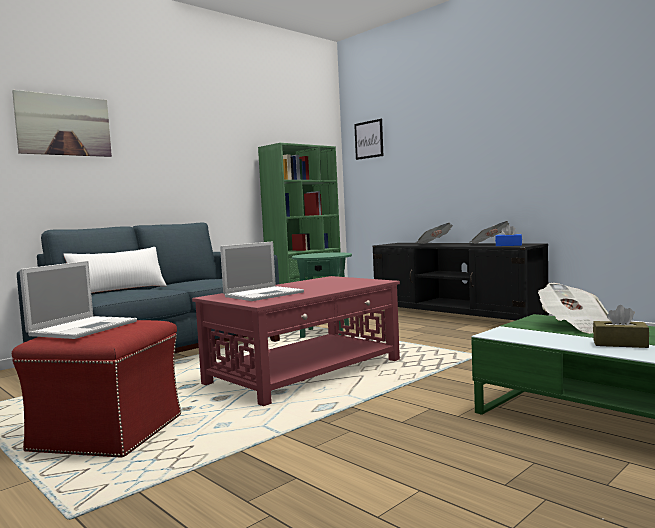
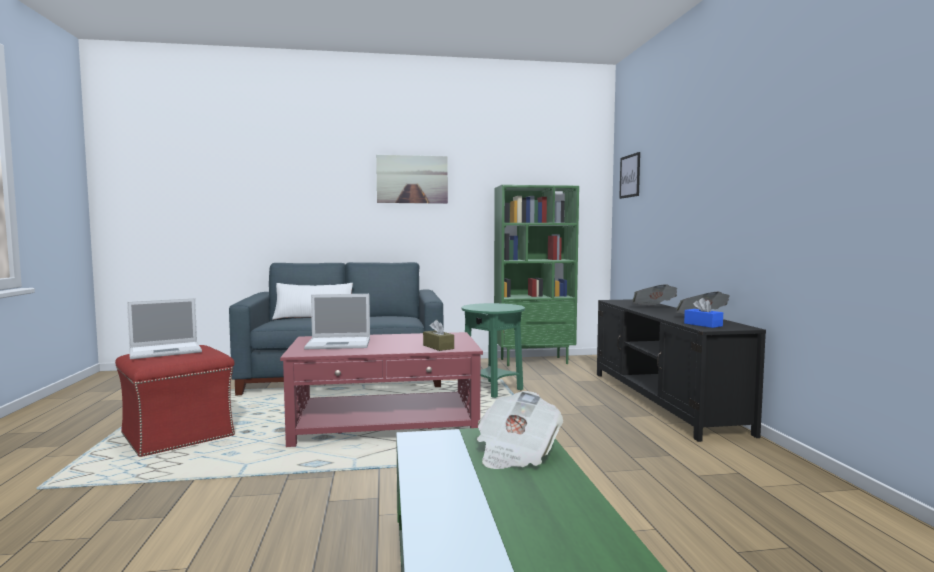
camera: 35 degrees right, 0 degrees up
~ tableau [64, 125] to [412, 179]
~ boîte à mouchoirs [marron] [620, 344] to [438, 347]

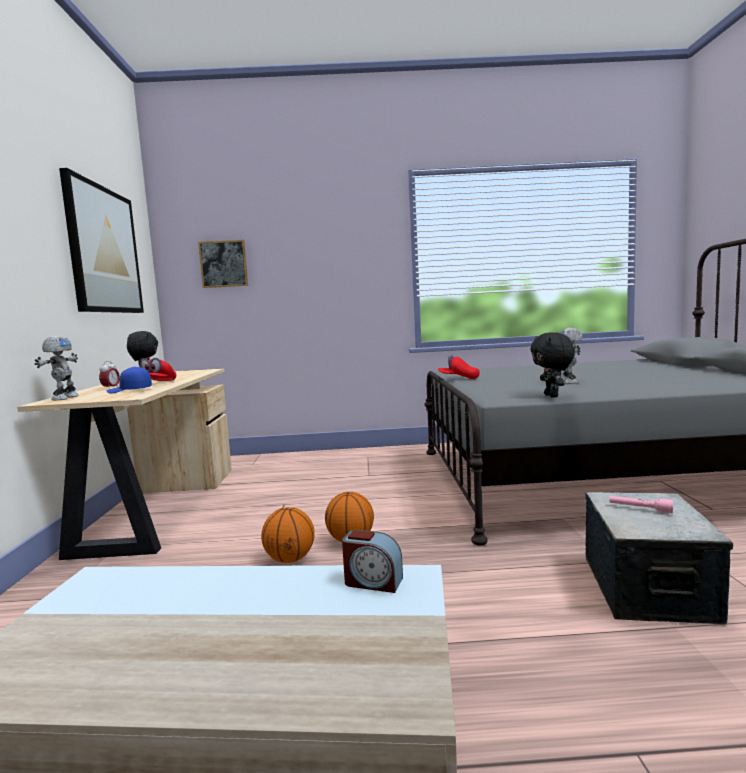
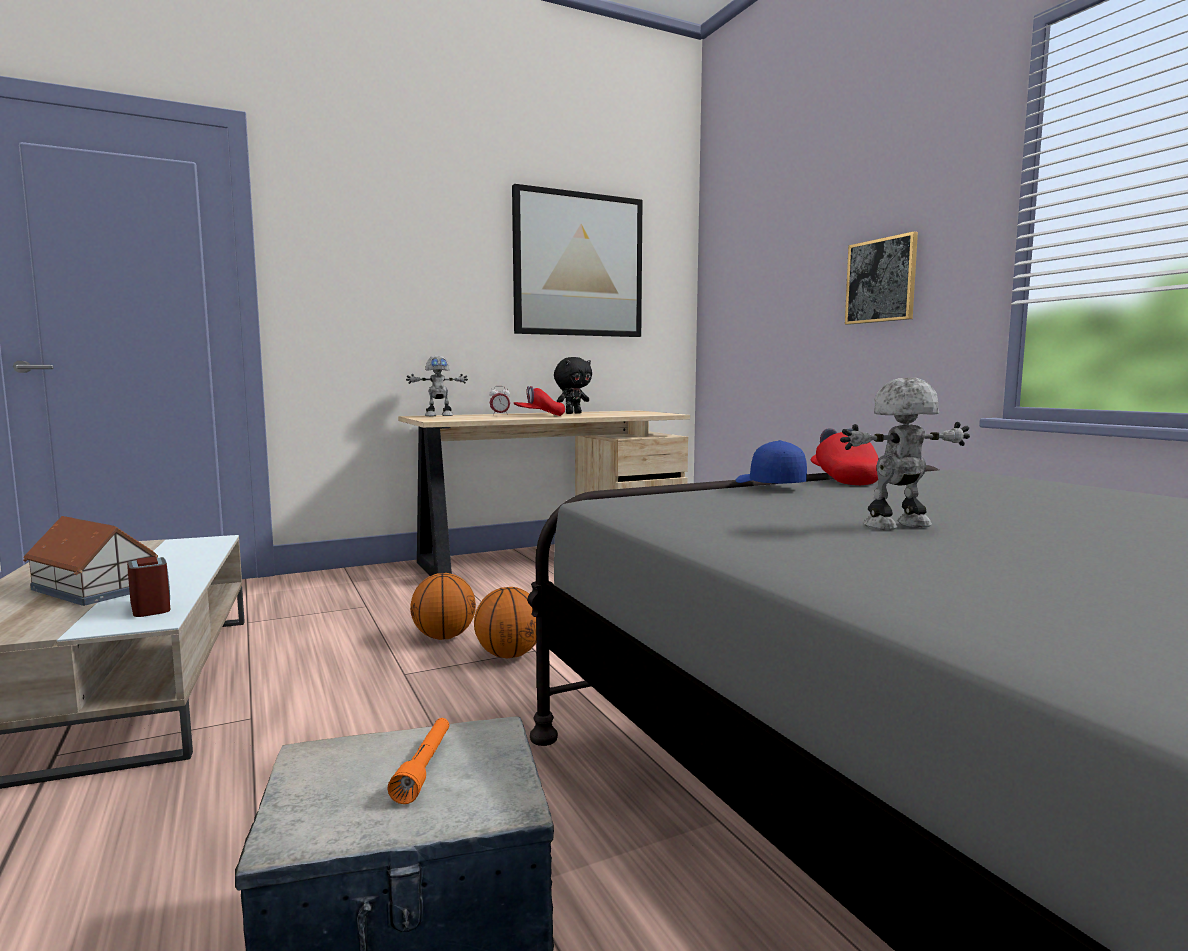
camera: 65 degrees right, 0 degrees up
~ tableau [223, 264] to [881, 280]
- peluche [noir] [552, 396]
~ casquette [bleu] [129, 391] to [768, 484]
~ lampe de poche [rose] [640, 509] to lampe de poche [orange] [424, 768]
~ réveil [373, 582] = [151, 607] 150 degrees clockwise
+ maison miniature [94, 588]

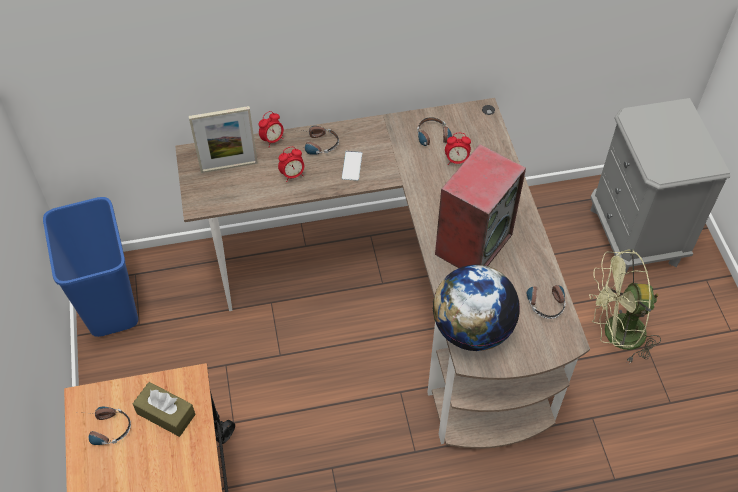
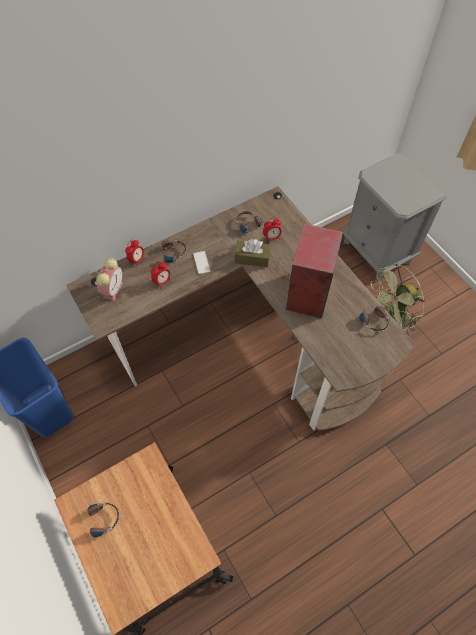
camera: 20 degrees left, 5 degrees up
~ cadre photo [229, 167] to réveil [113, 289]
- globe [471, 329]
~ boîte à mouchoirs [marron] [166, 414] to [252, 258]

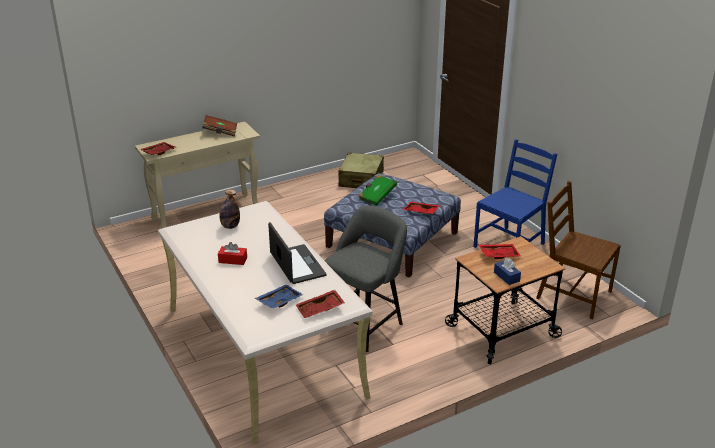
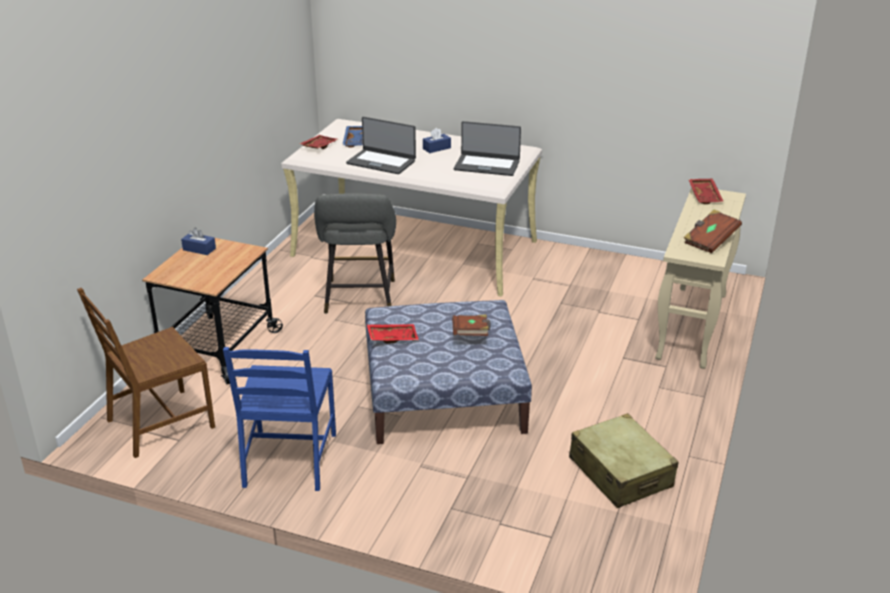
camera: 140 degrees right, 0 degrees up
~ livre [vert] [377, 196] to livre [marron] [471, 335]
~ chaise [marron] [573, 295] = [159, 423] 150 degrees clockwise
~ bouteille [230, 226] to ordinateur portable [487, 165]
~ boîte à mouchoirs [rouge] [233, 260] to boîte à mouchoirs [bleu] [436, 148]
- plateau [rouge] [498, 254]

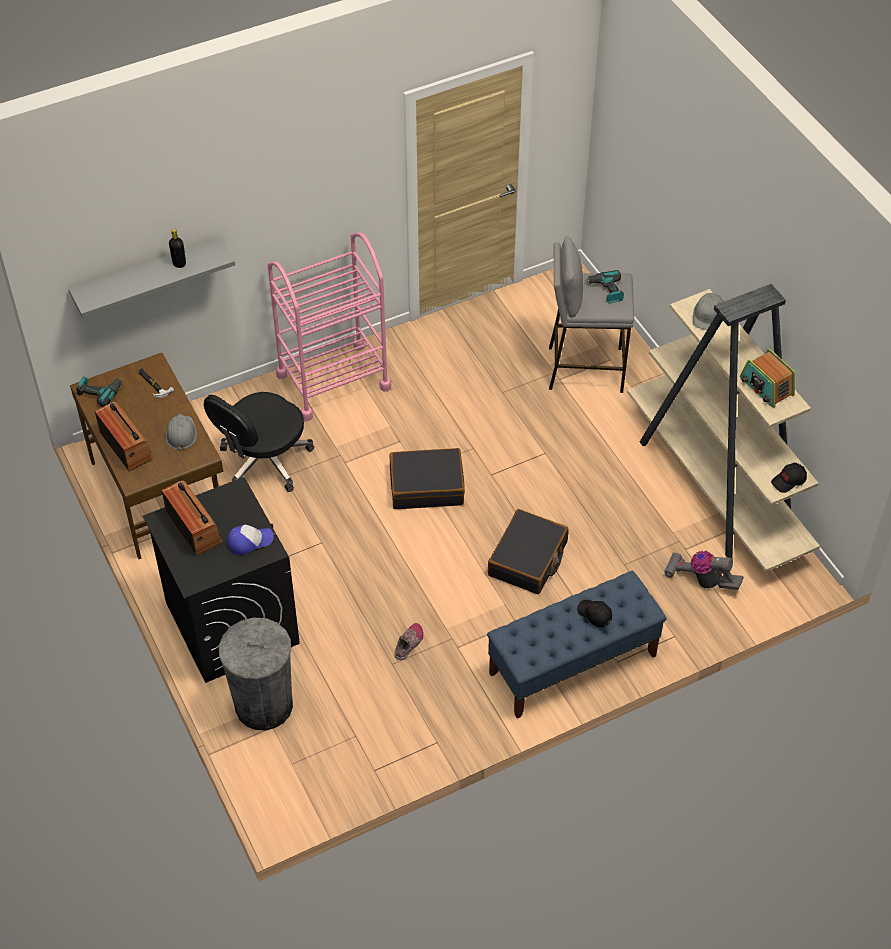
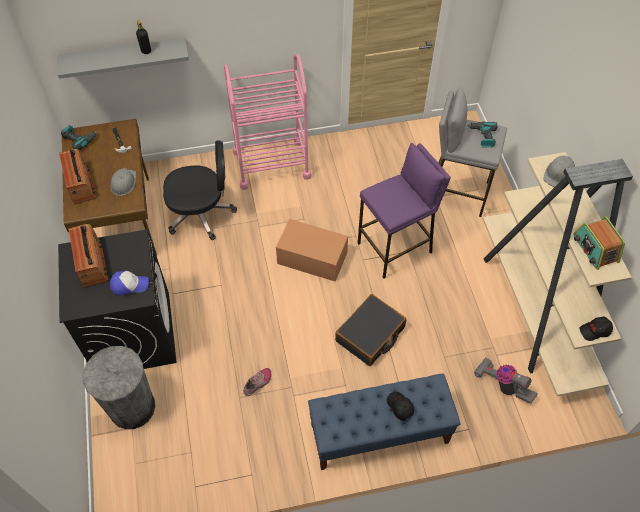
camera: 15 degrees right, 5 degrees up
~ chaise de bureau [noir] [263, 462] = [202, 213] 150 degrees counterclockwise
~ valise [noir] [426, 486] to carton [312, 258]
+ tabouret [violet] [395, 248]

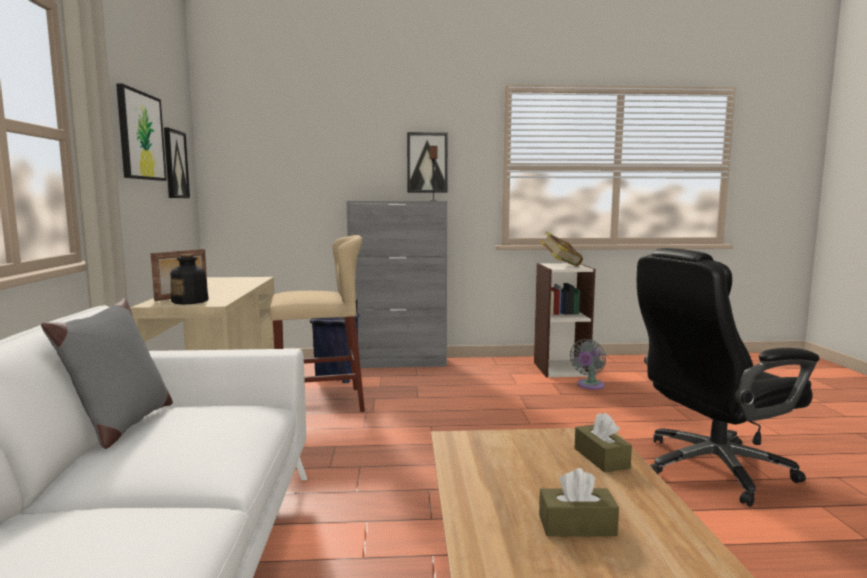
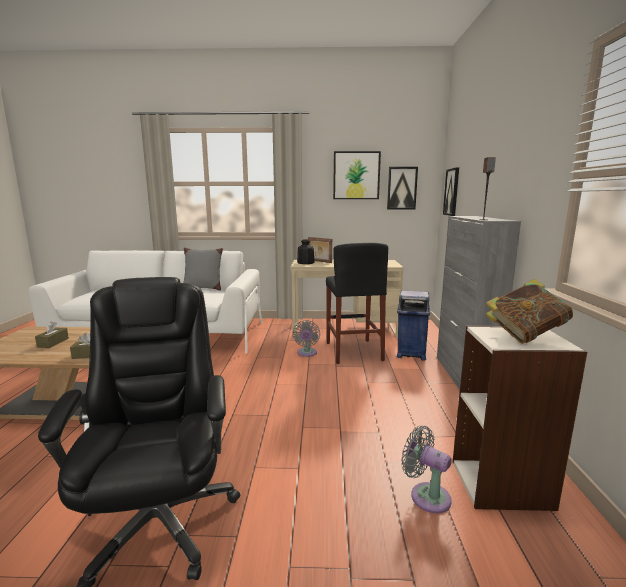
camera: 95 degrees right, 5 degrees up
~ tableau [427, 162] to [452, 192]
~ tabouret [beige] [320, 402] to tabouret [noir] [353, 351]
+ ventilateur [gris] [306, 353]

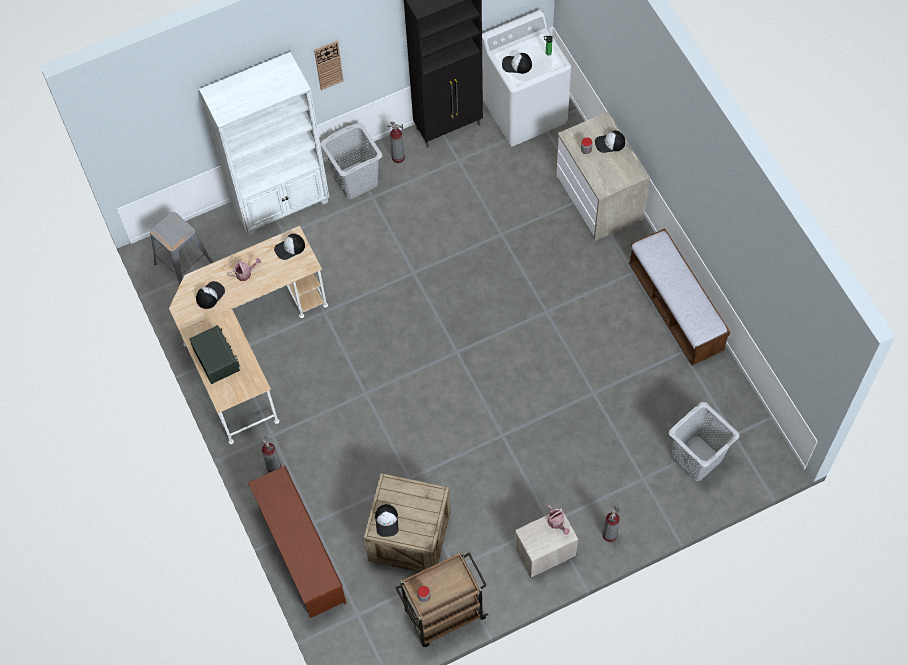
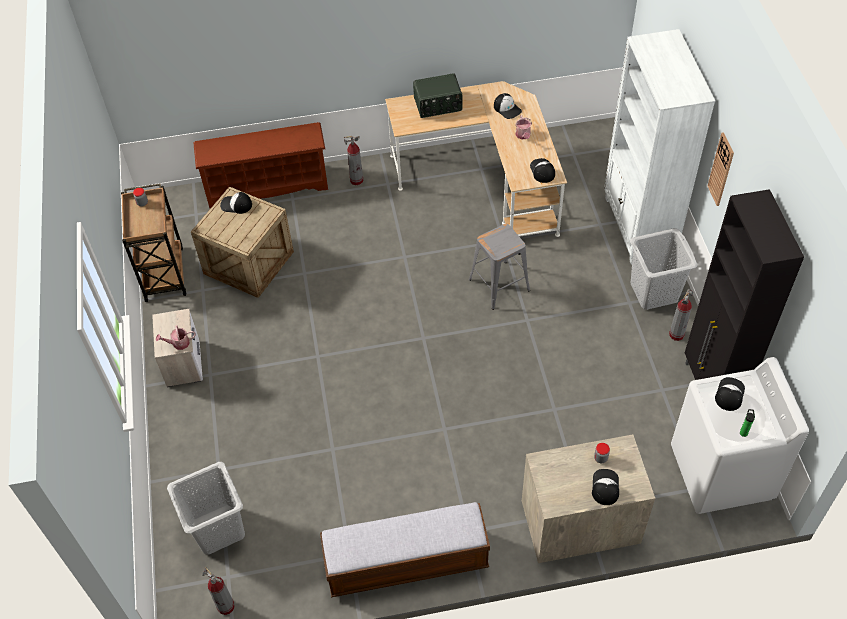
camera: 105 degrees right, 10 degrees down
~ tabouret [gris] [184, 262] to [499, 285]
~ extincteur [609, 534] to [226, 606]

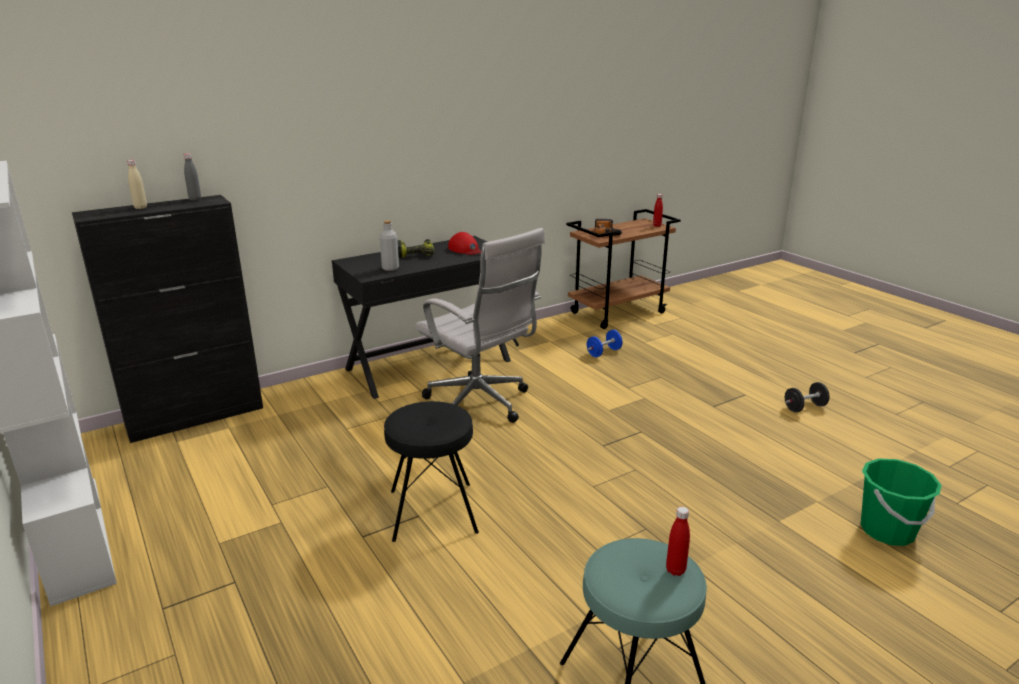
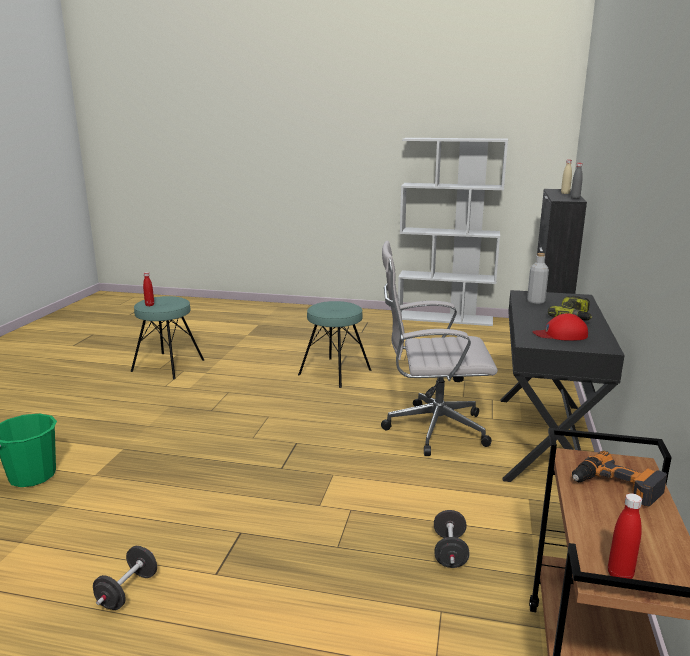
camera: 135 degrees right, 5 degrees down
~ haltère [bleu] [603, 352] to haltère [noir] [449, 551]
~ tabouret [noir] [433, 511] to tabouret [turquoise] [335, 372]

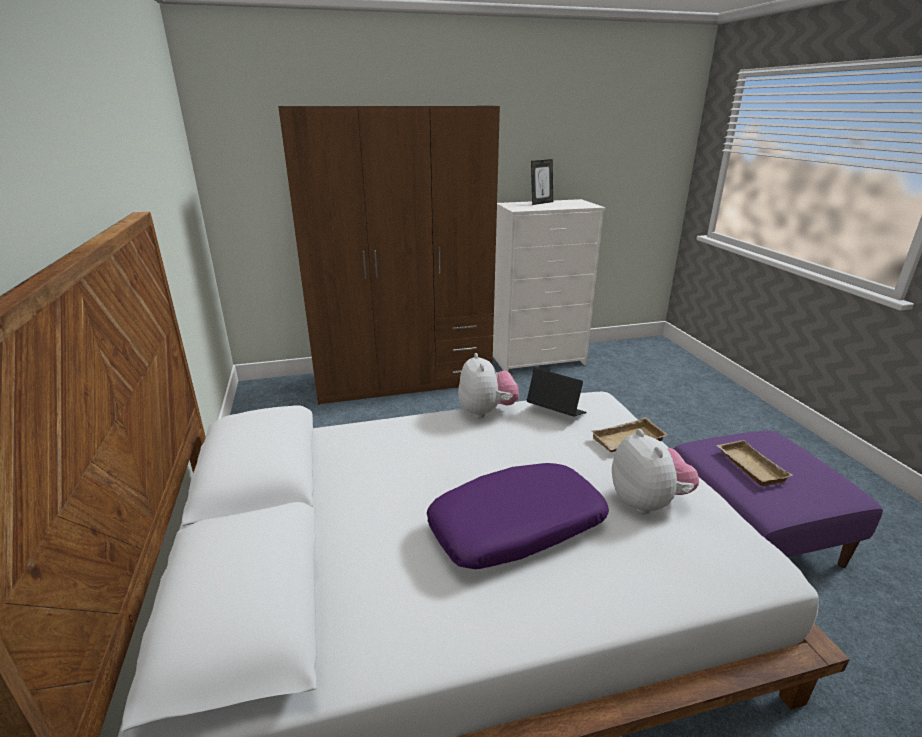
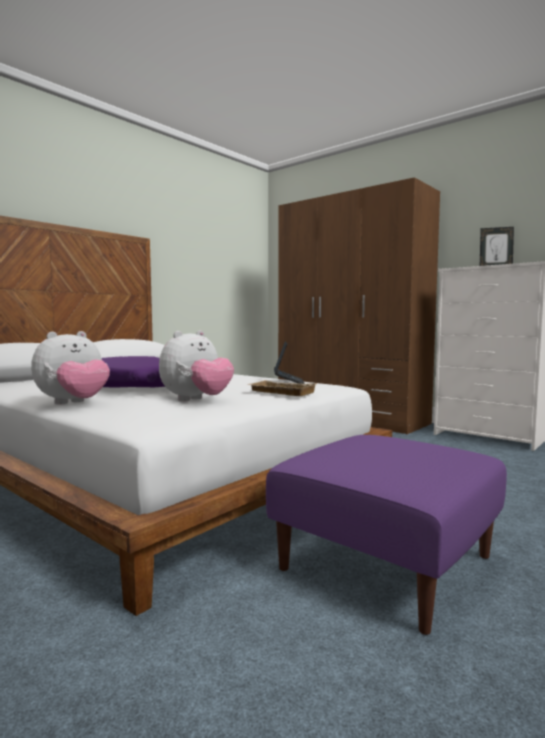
camera: 55 degrees right, 20 degrees down
~ peluche [486, 411] to [74, 403]
- plateau [beige] [748, 466]

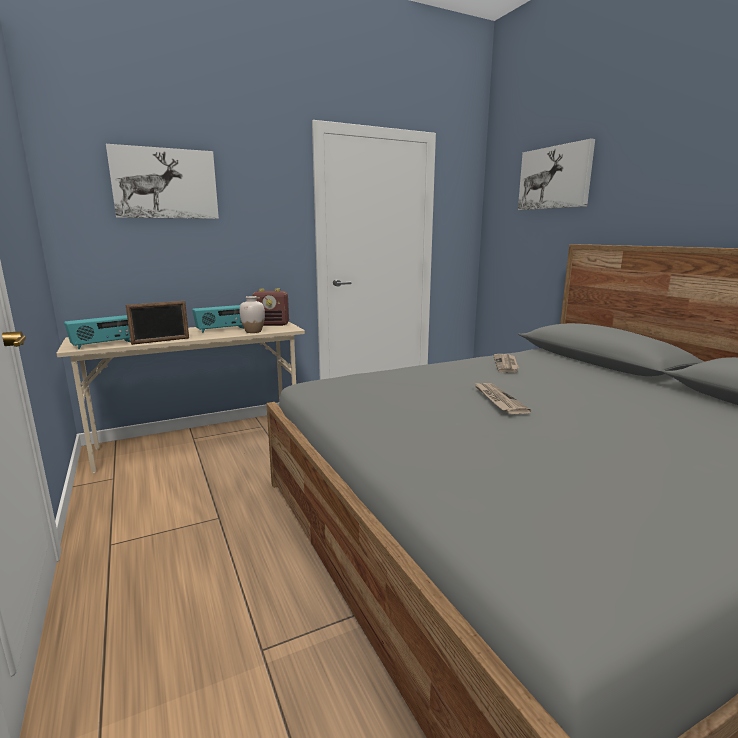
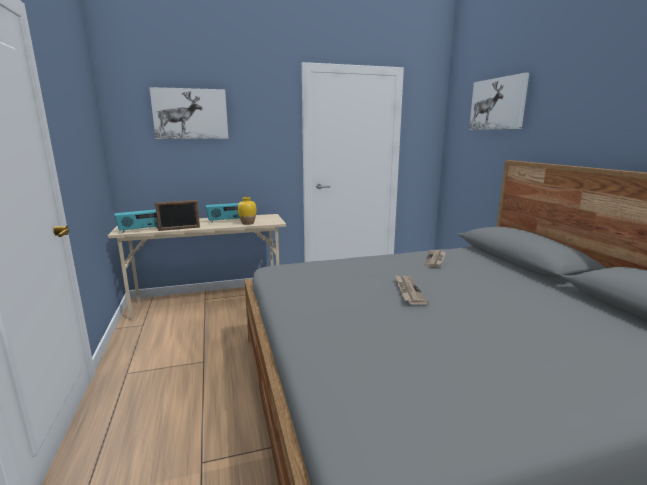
camera: 10 degrees right, 0 degrees up
- radio [272, 324]
~ vase [blanc] [253, 331] to vase [jaune] [248, 223]

